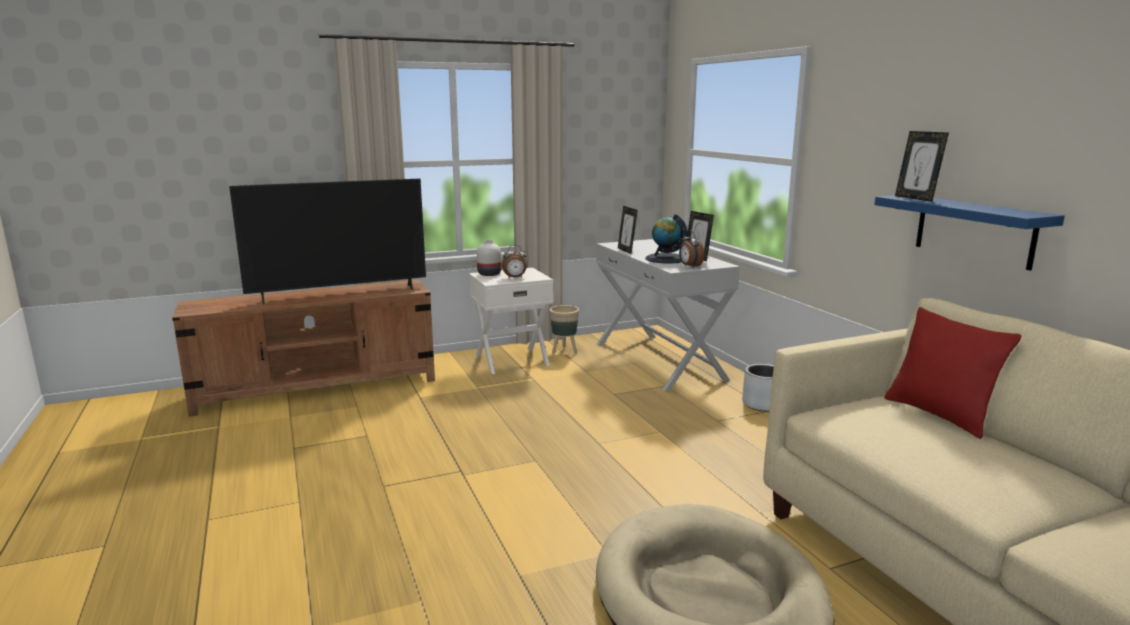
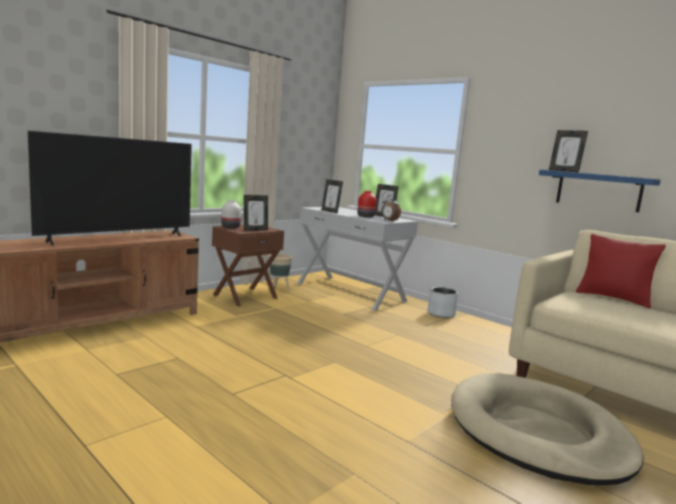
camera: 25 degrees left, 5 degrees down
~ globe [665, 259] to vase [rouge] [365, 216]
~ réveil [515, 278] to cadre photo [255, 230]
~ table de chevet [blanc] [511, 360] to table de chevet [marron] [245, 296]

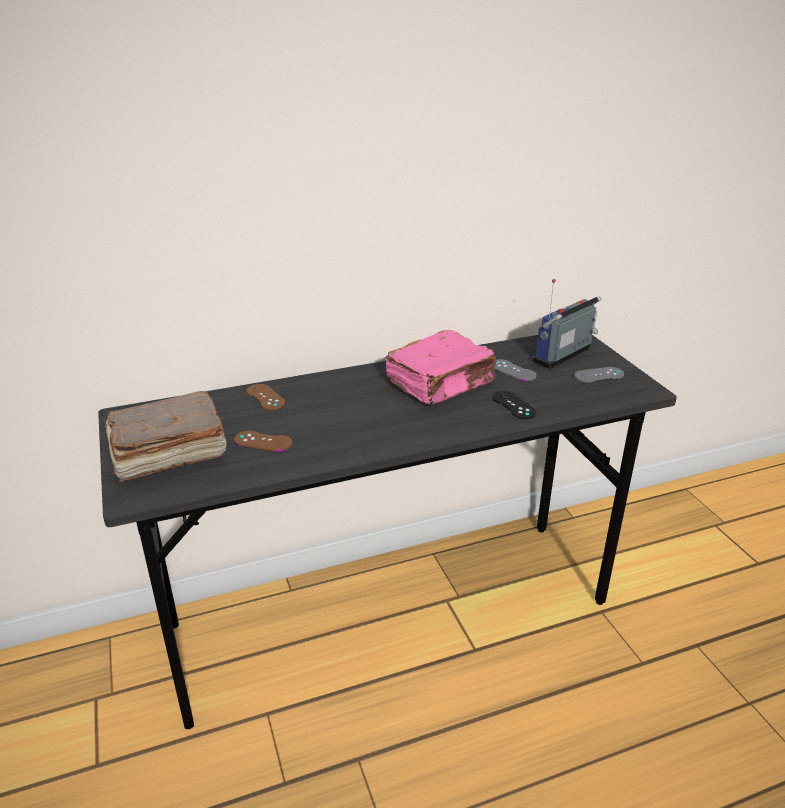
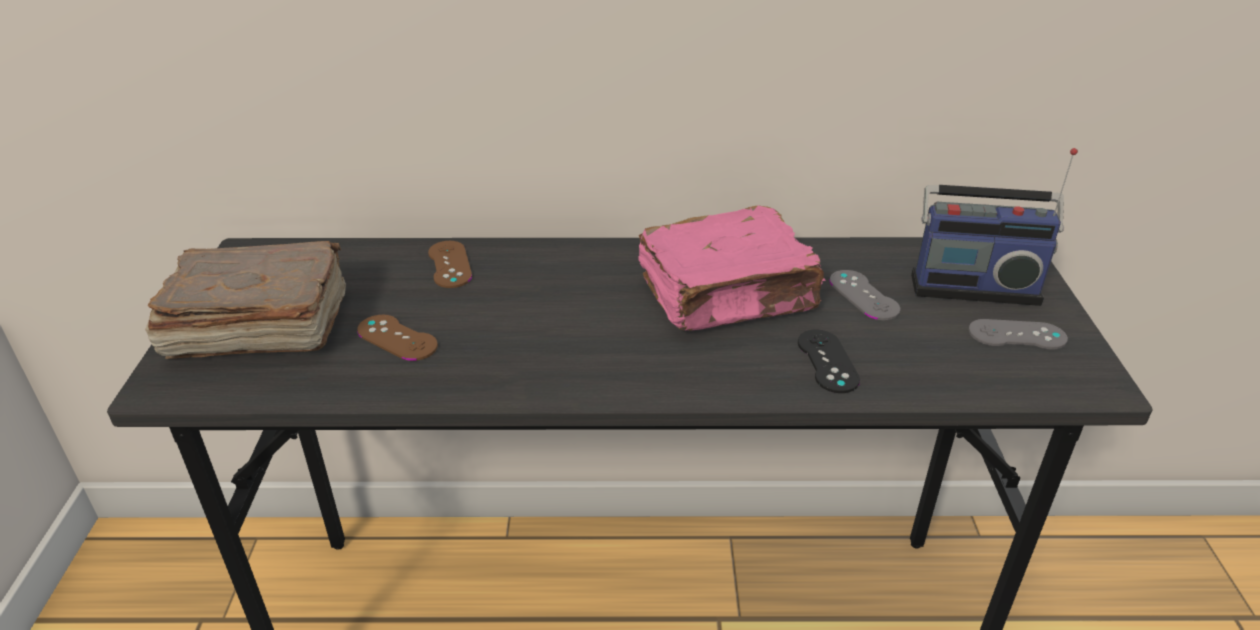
camera: 20 degrees right, 5 degrees up
~ radio [565, 356] = [973, 286] 150 degrees counterclockwise

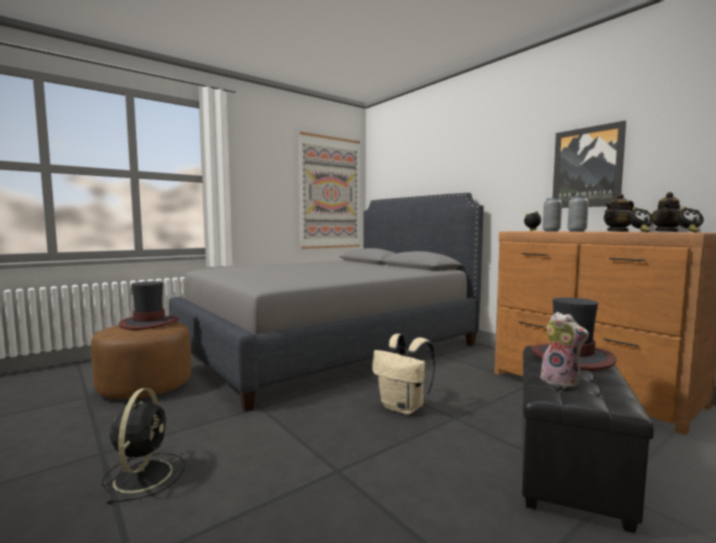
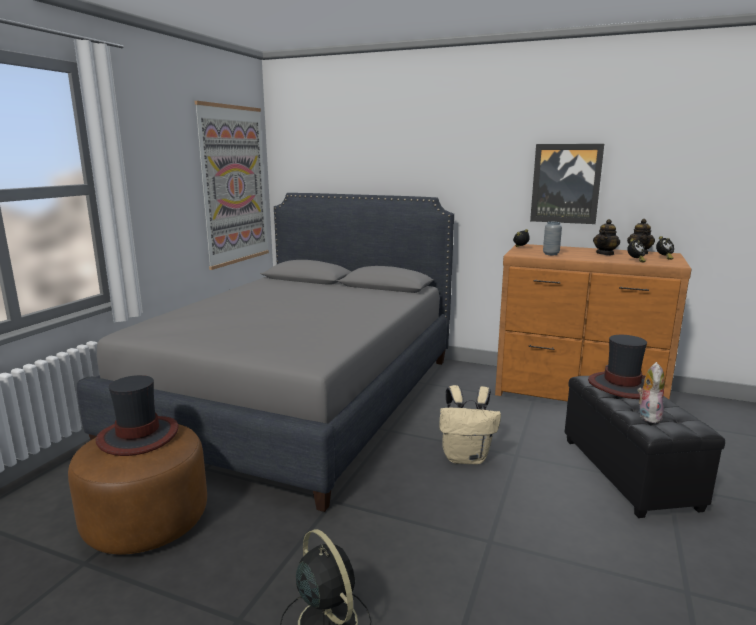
camera: 30 degrees left, 10 degrees up
- vase [gris] [576, 231]
~ peluche [561, 382] = [647, 416] 90 degrees counterclockwise

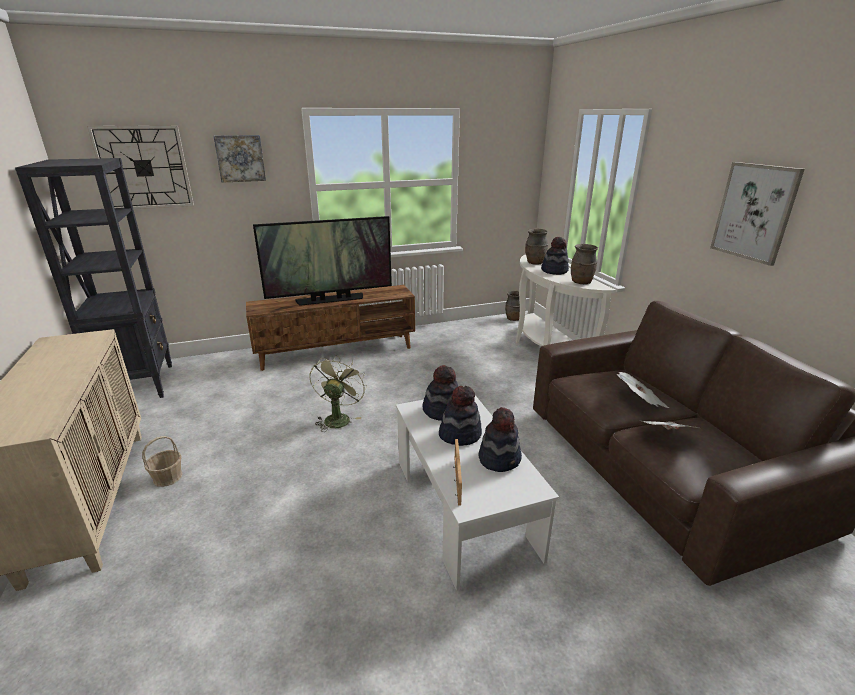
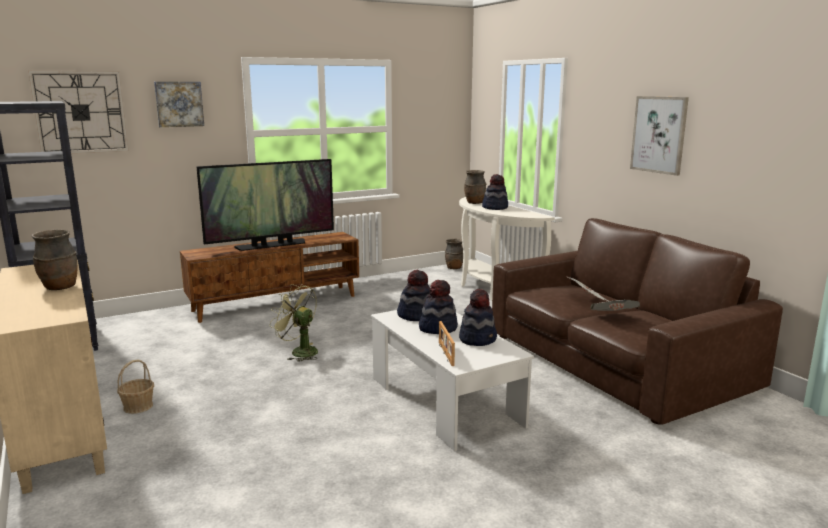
camera: 10 degrees left, 10 degrees down
~ vase [marron] [581, 282] to [60, 288]
~ ventilateur [vert] [338, 418] = [299, 352] 60 degrees counterclockwise

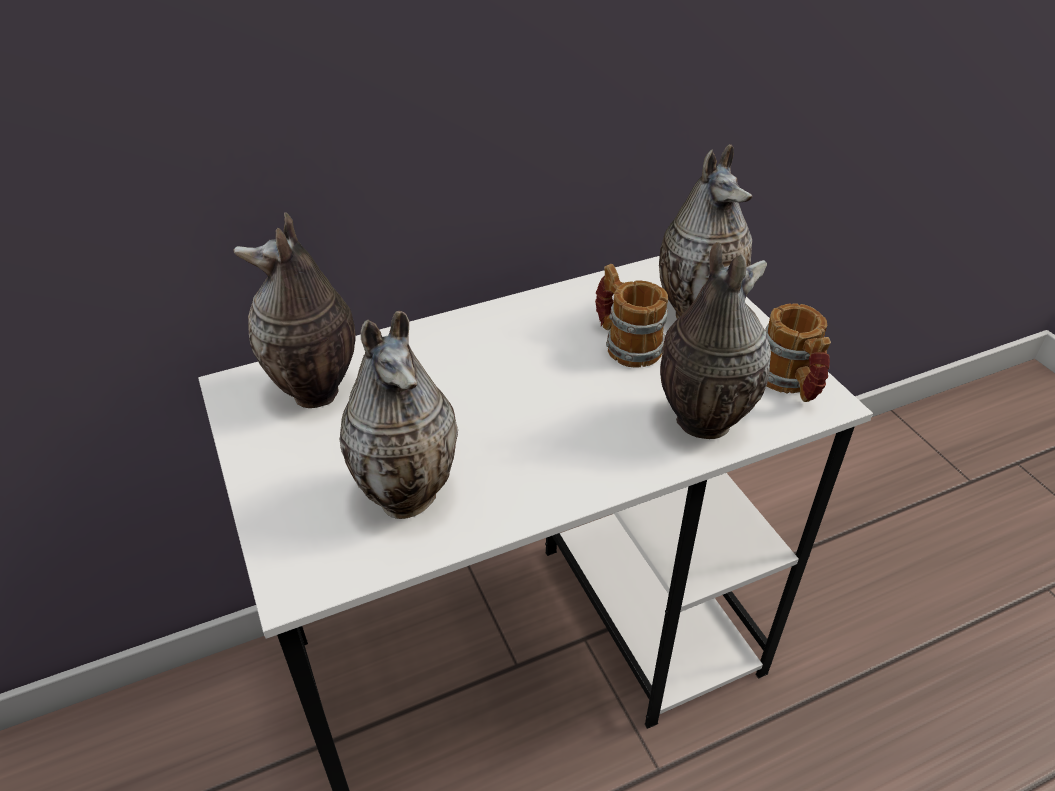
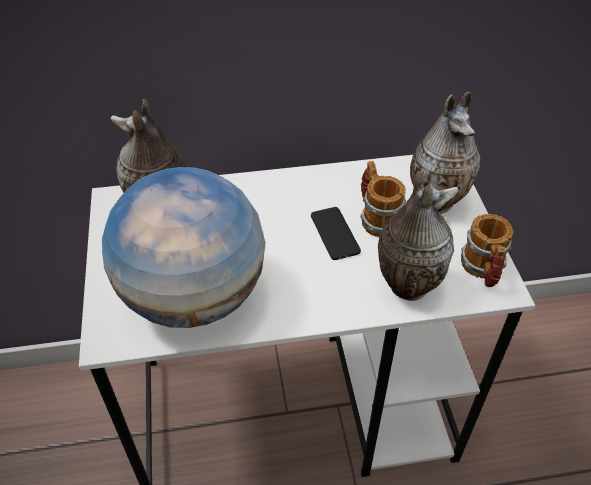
camera: 15 degrees right, 5 degrees up
~ vase [410, 494] to globe [194, 296]
+ téléphone [335, 233]

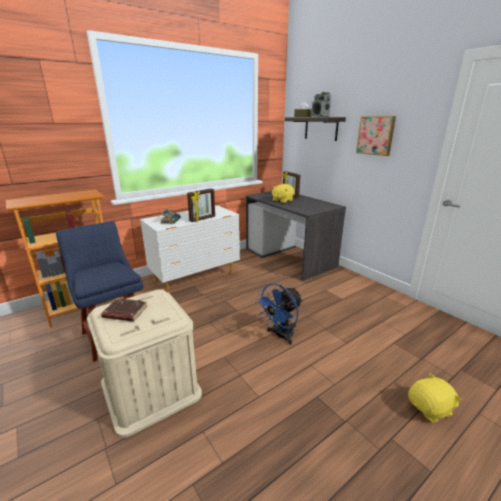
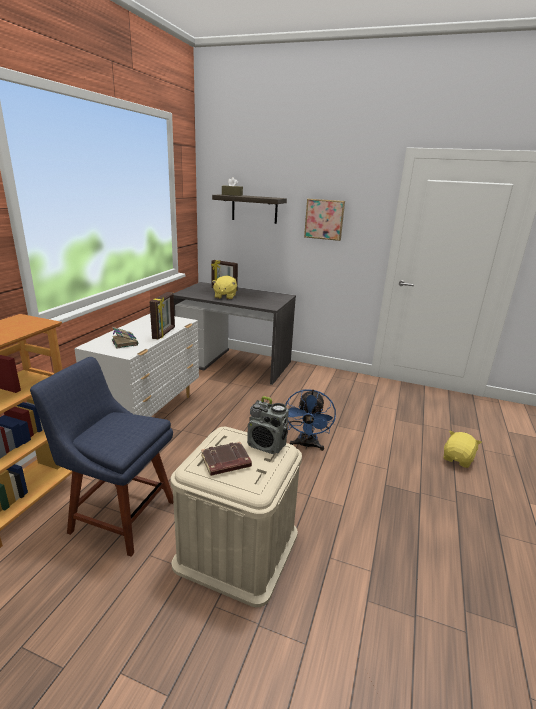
camera: 35 degrees left, 0 degrees up
~ radio [320, 116] to [267, 445]

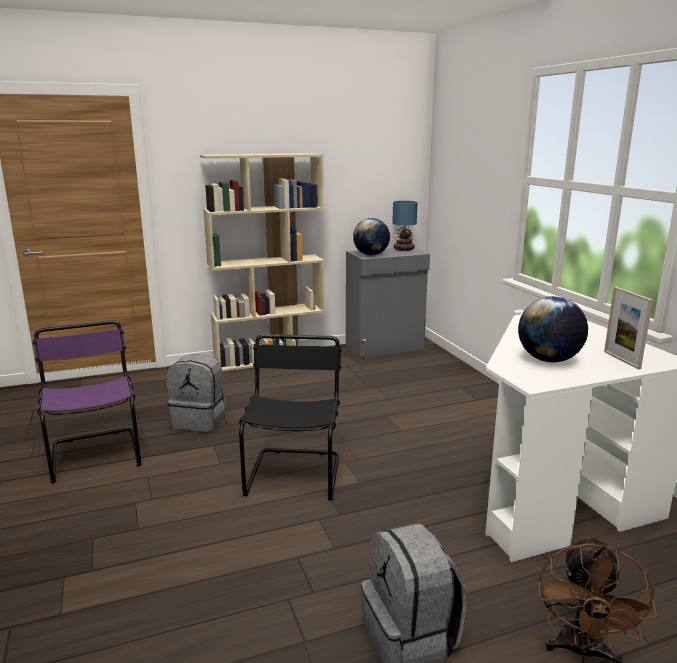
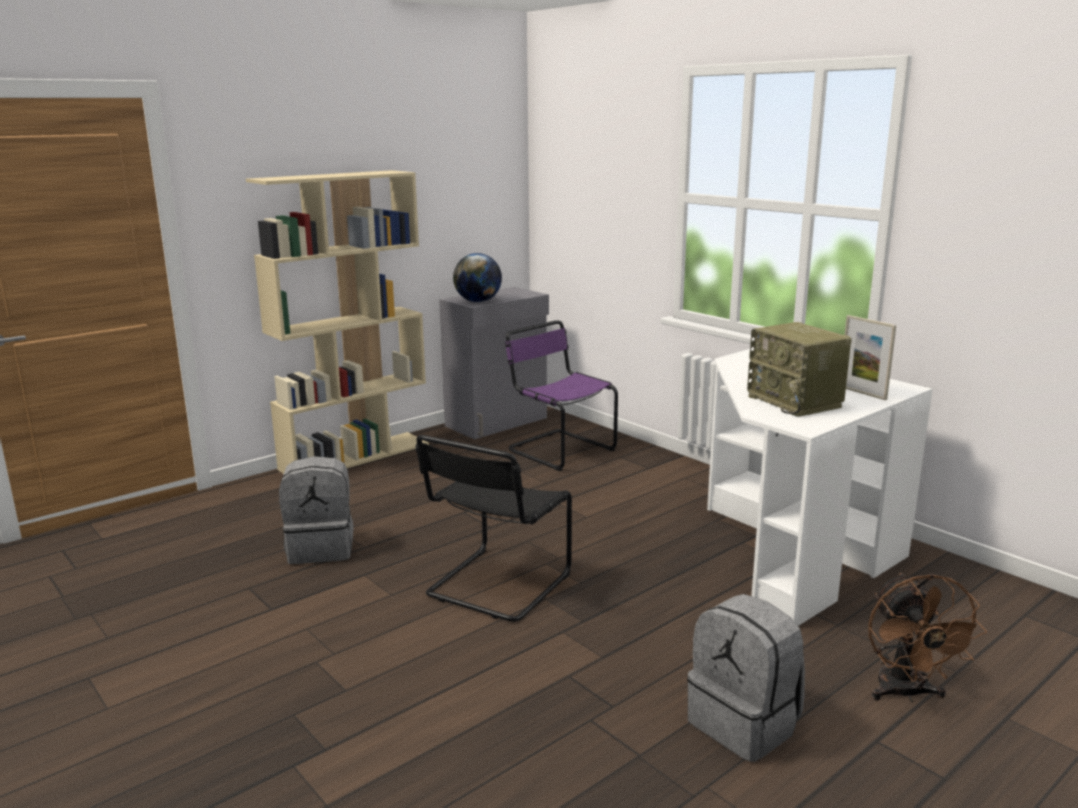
camera: 20 degrees left, 0 degrees up
- lampe de table [403, 249]
~ globe [549, 360] to radio [796, 402]
~ chaise [violet] [95, 453] to [558, 449]
~ chaise [noir] [294, 472] = [495, 587] 135 degrees counterclockwise

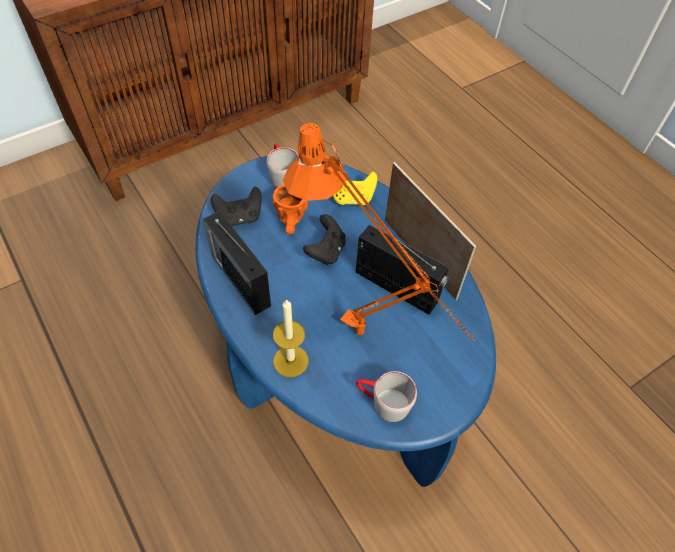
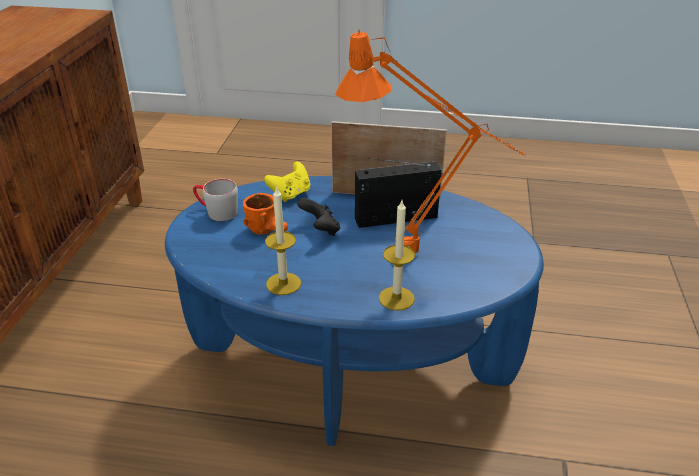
camera: 45 degrees left, 20 degrees down
- manette [noir] [239, 217]
~ radio [239, 278] to bougie [283, 284]
- mug [gris] [382, 402]

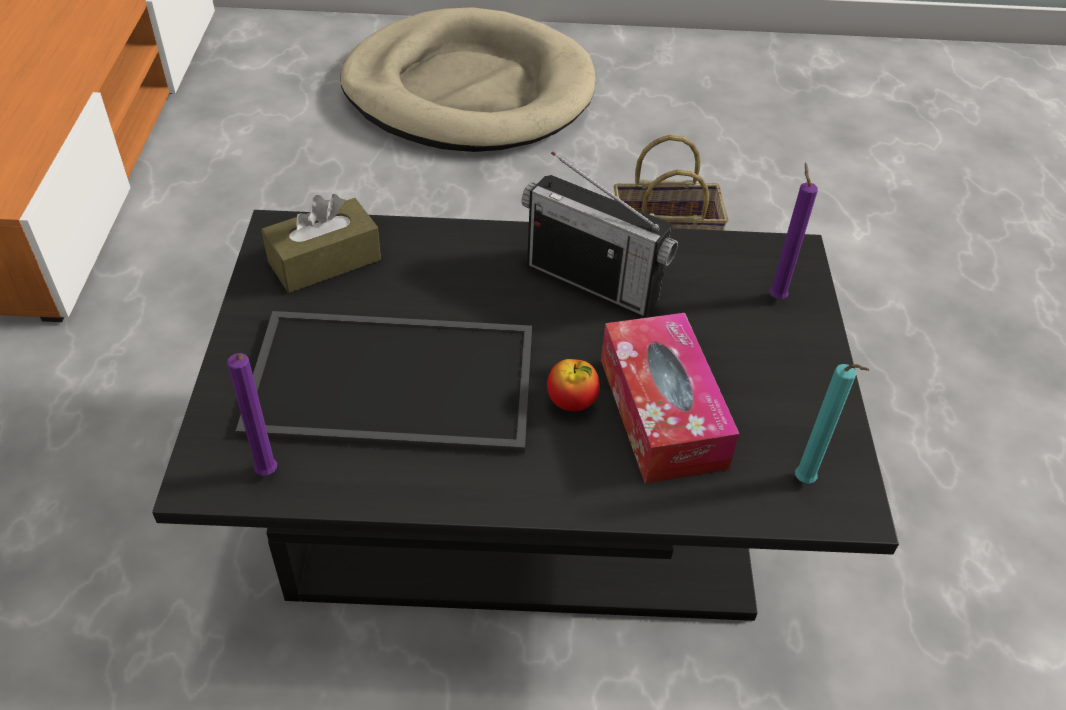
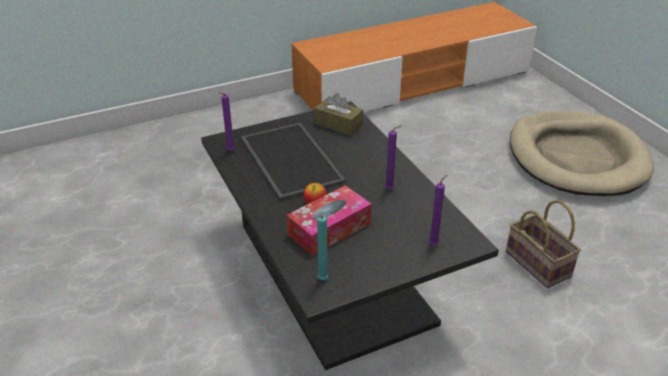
camera: 65 degrees right, 10 degrees down
~ radio [593, 281] to bougie [violet] [390, 189]

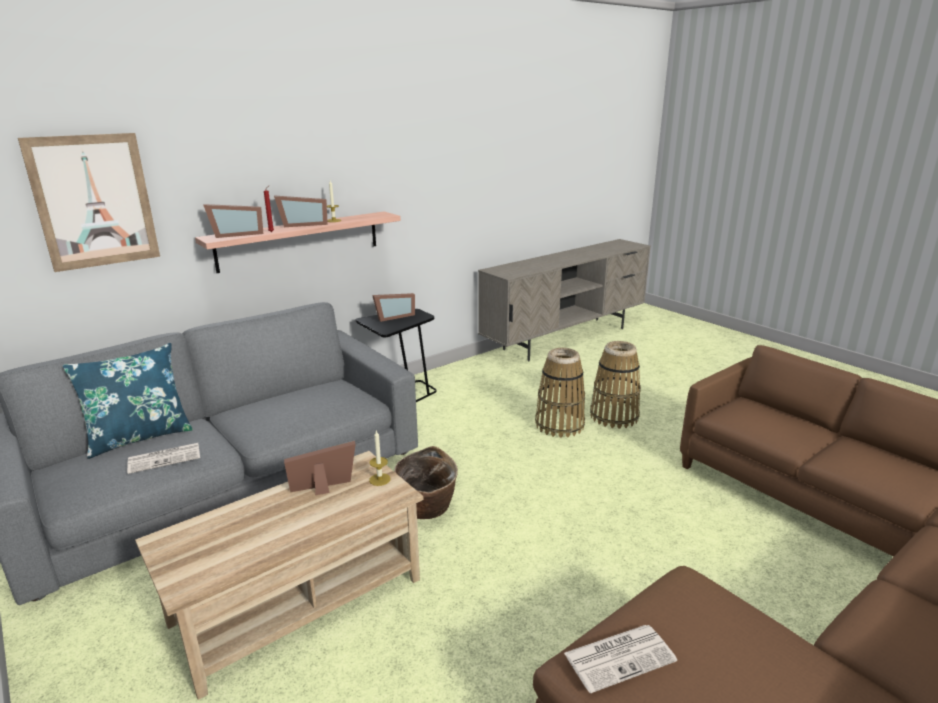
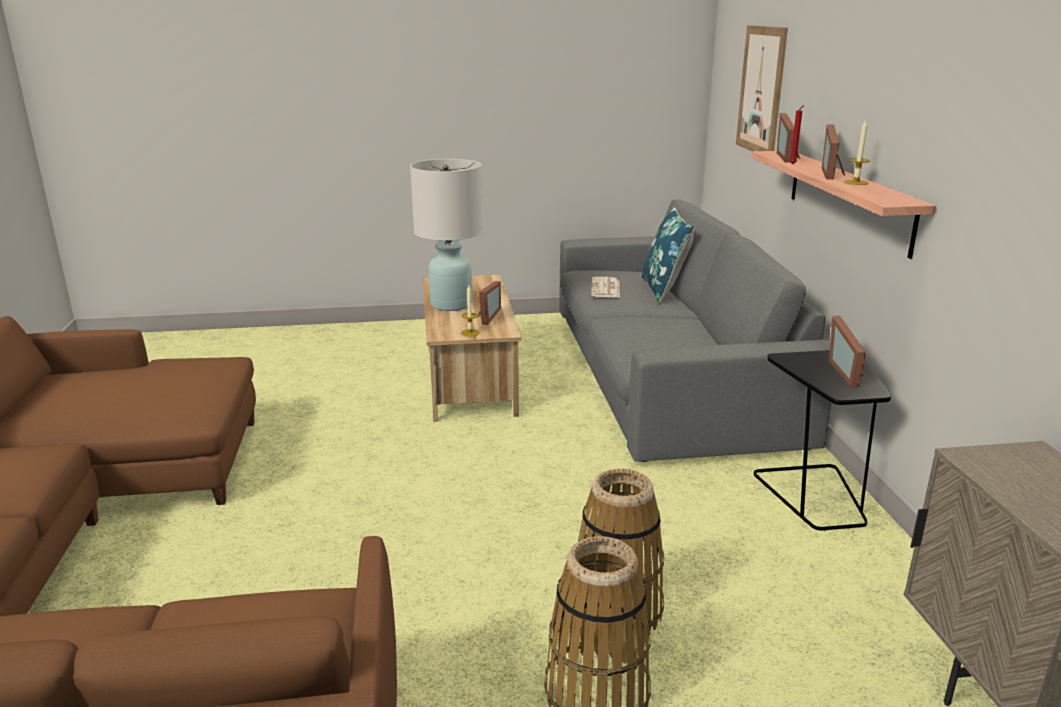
camera: 120 degrees right, 0 degrees up
- panier [427, 509]
- journal [620, 656]
+ lampe de table [blanc] [450, 304]

